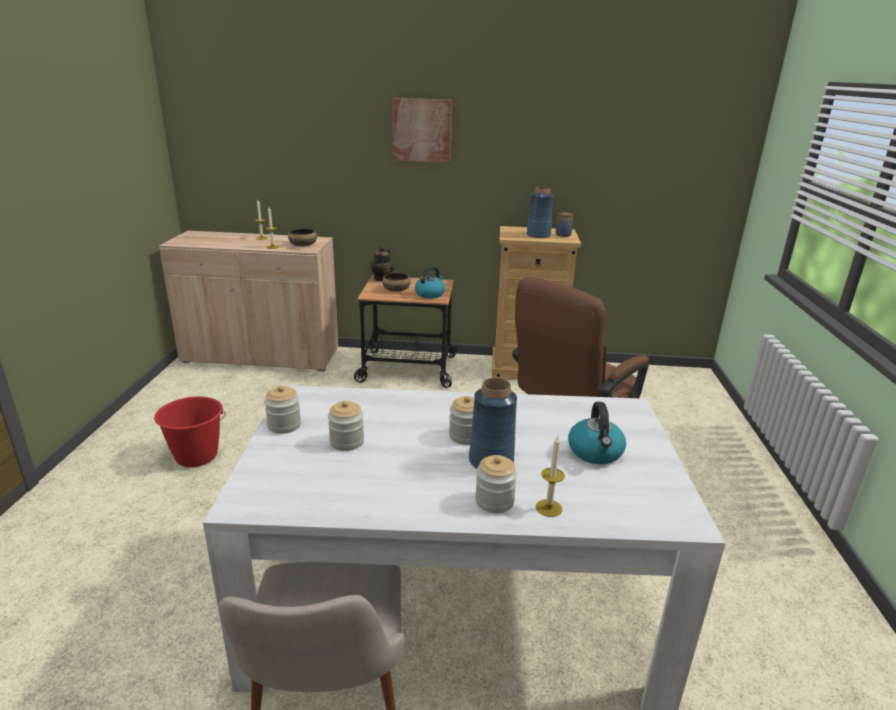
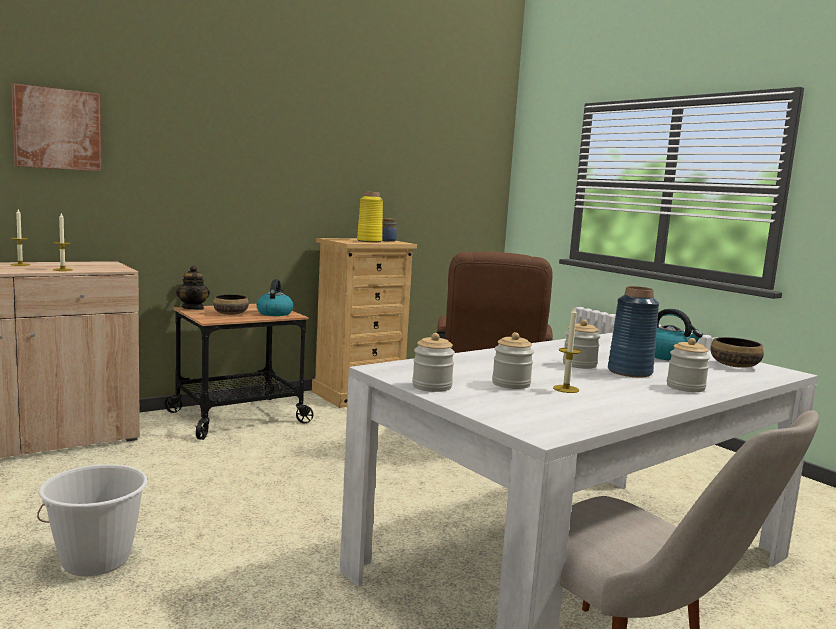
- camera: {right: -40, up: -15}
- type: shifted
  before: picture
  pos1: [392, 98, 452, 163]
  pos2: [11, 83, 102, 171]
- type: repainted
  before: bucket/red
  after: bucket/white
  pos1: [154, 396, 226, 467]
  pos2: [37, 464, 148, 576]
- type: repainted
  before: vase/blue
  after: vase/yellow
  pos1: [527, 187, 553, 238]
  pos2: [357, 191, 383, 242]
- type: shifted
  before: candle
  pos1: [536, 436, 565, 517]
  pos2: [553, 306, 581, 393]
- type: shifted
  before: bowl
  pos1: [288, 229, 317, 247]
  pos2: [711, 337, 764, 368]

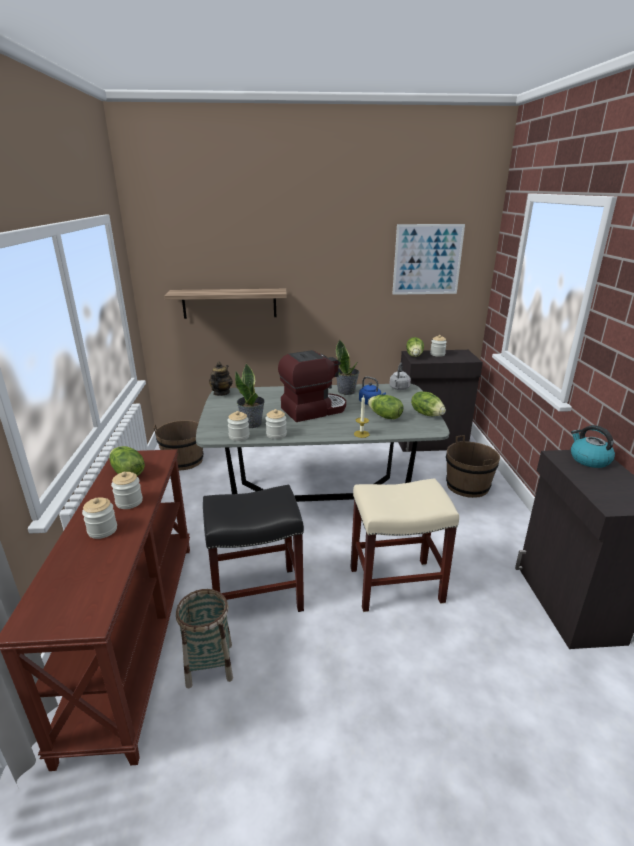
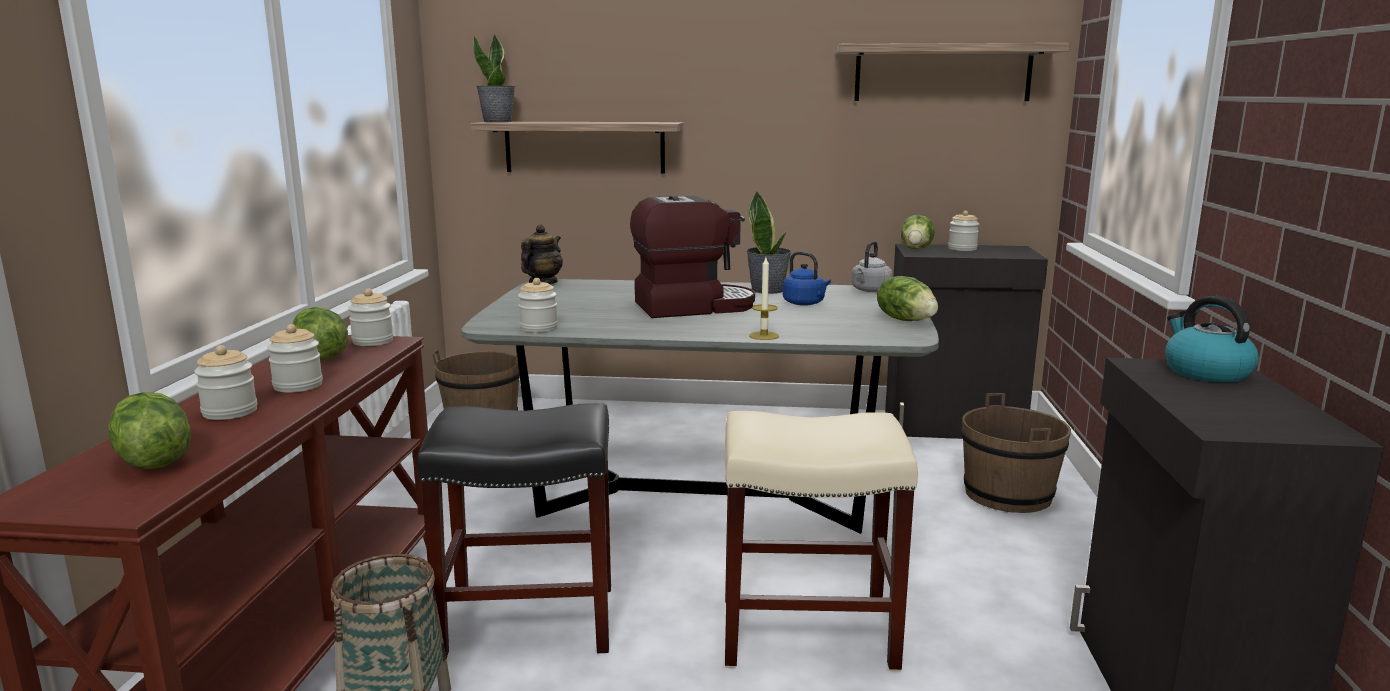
- camera: {right: 10, up: -10}
- type: shifted
  before: lettuce
  pos1: [368, 395, 404, 419]
  pos2: [109, 392, 191, 470]
- type: shifted
  before: jar
  pos1: [265, 409, 287, 439]
  pos2: [348, 289, 394, 346]
- type: shifted
  before: potted plant
  pos1: [235, 363, 265, 428]
  pos2: [473, 33, 515, 122]
- type: swapped
  before: picture
  after: shelf
  pos1: [392, 224, 465, 295]
  pos2: [837, 43, 1070, 101]

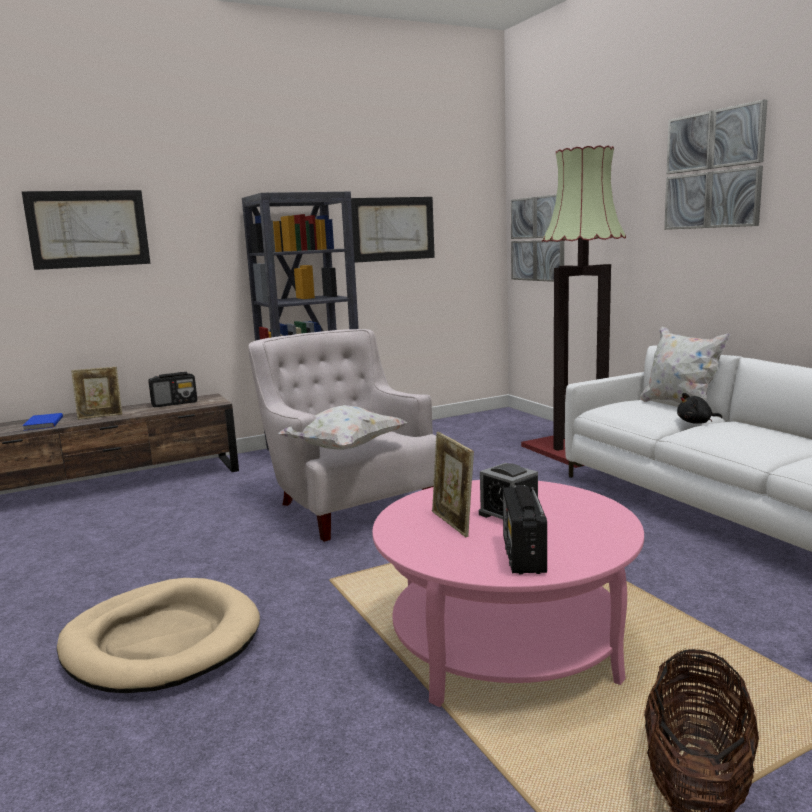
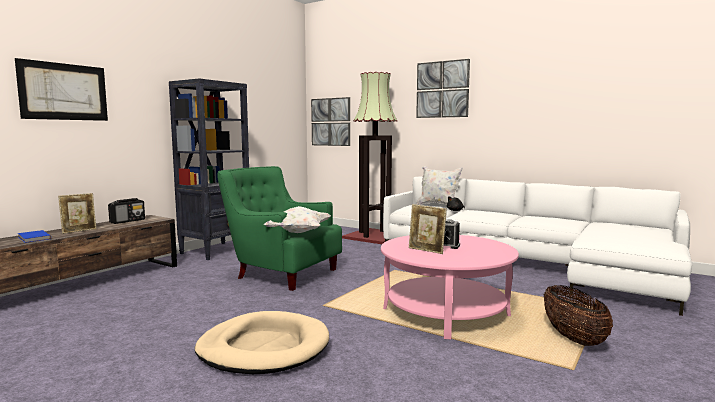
- camera: {right: -30, up: -5}
- type: repainted
  before: armchair/white
  after: armchair/green
  pos1: [249, 329, 436, 542]
  pos2: [217, 166, 342, 291]
- type: gone
  before: picture
  pos1: [351, 197, 435, 263]
- type: gone
  before: radio
  pos1: [503, 485, 547, 574]

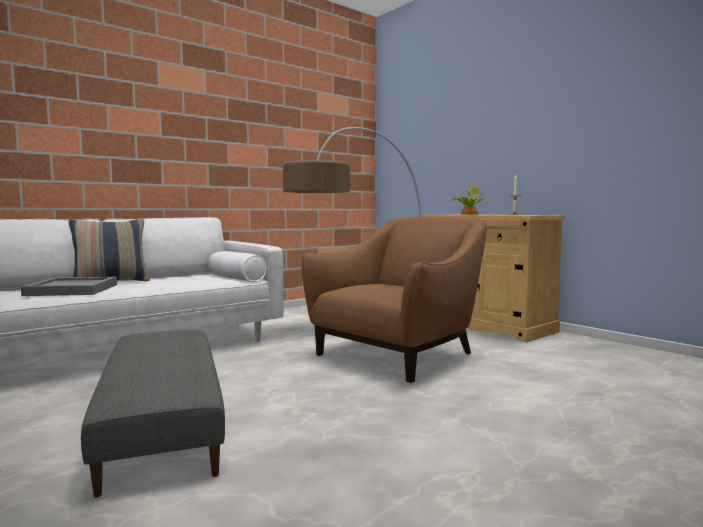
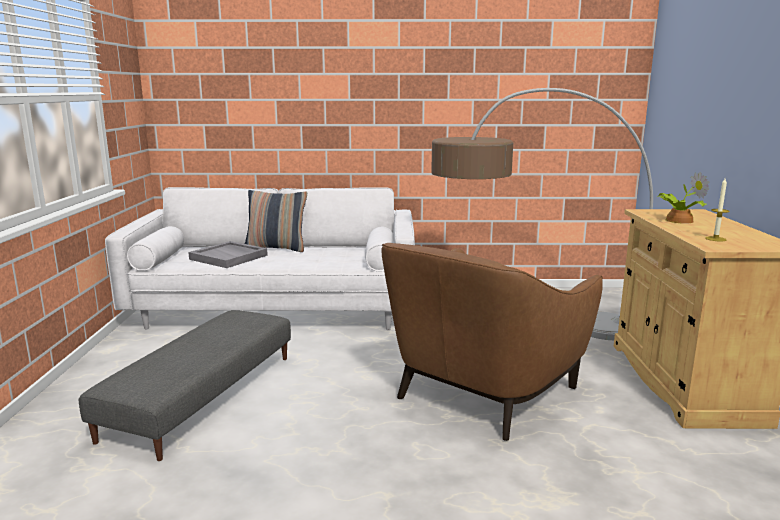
- camera: {right: 40, up: 10}
- type: rotated
  before: armchair/brown
  pos1: [302, 217, 487, 383]
  pos2: [381, 243, 603, 441]
  turn: 135

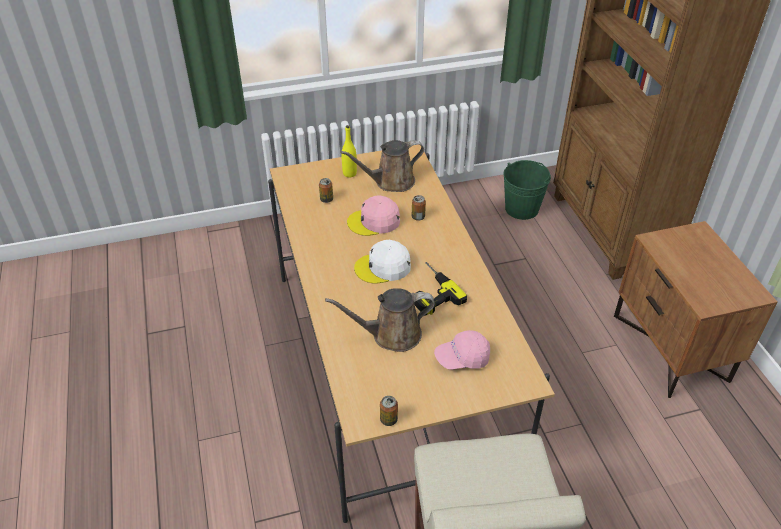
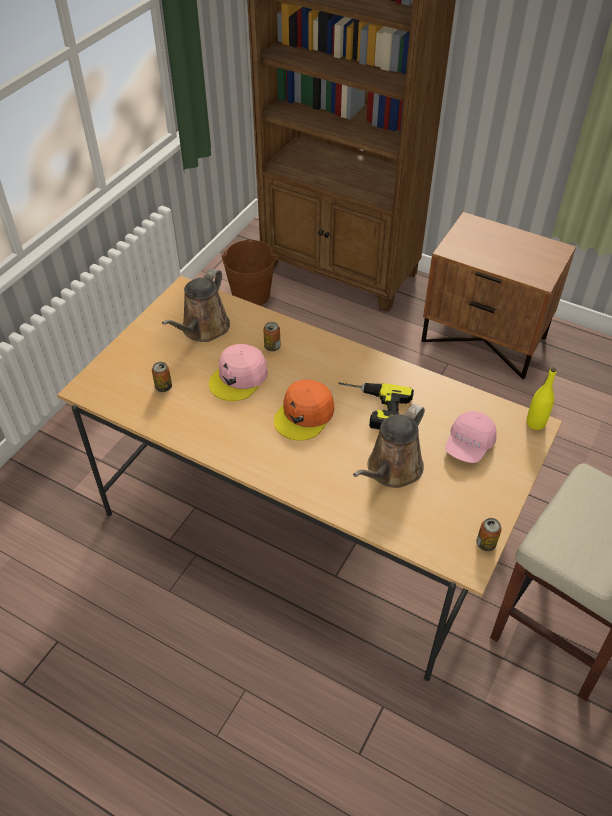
- camera: {right: -45, up: 5}
- type: repainted
  before: bucket/green
  after: bucket/brown
  pos1: [503, 160, 551, 220]
  pos2: [221, 239, 276, 306]
- type: repainted
  before: cap/white
  after: cap/orange
  pos1: [354, 240, 411, 284]
  pos2: [274, 379, 334, 441]
- type: shifted
  before: bottle/yellow
  pos1: [341, 125, 357, 178]
  pos2: [526, 367, 556, 430]

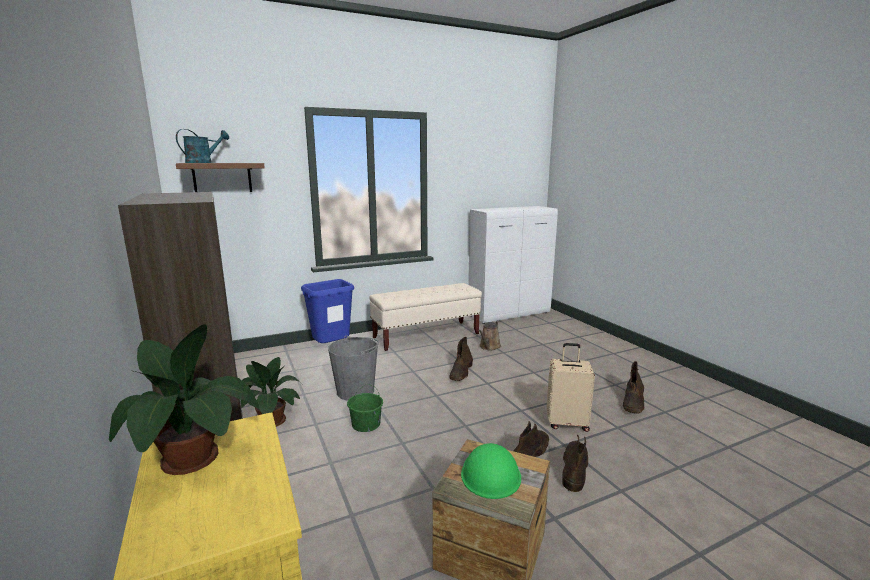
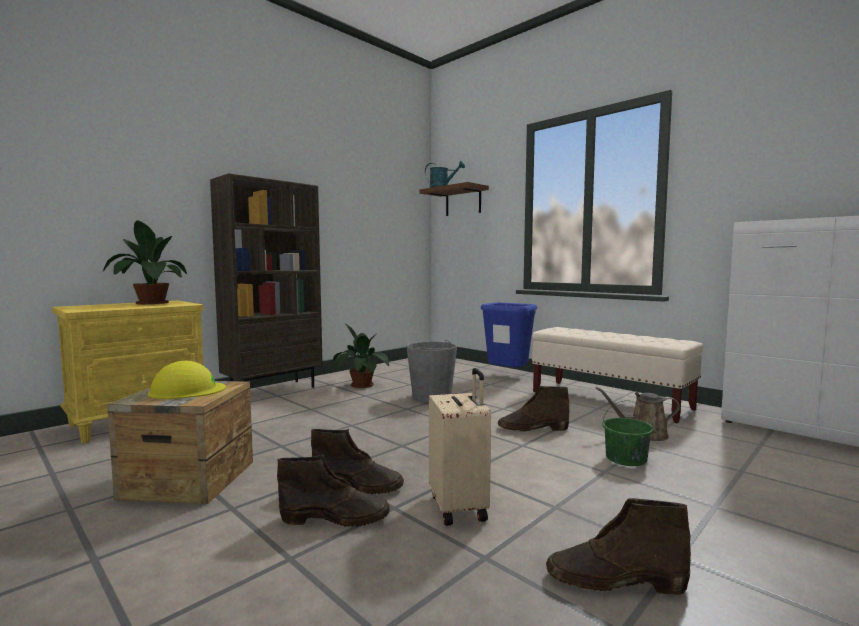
- camera: {right: 70, up: -10}
- type: repainted
  before: hard hat/green
  after: hard hat/yellow
  pos1: [461, 443, 521, 499]
  pos2: [148, 361, 226, 399]
- type: shifted
  before: bucket/green
  pos1: [347, 385, 383, 432]
  pos2: [602, 400, 654, 466]

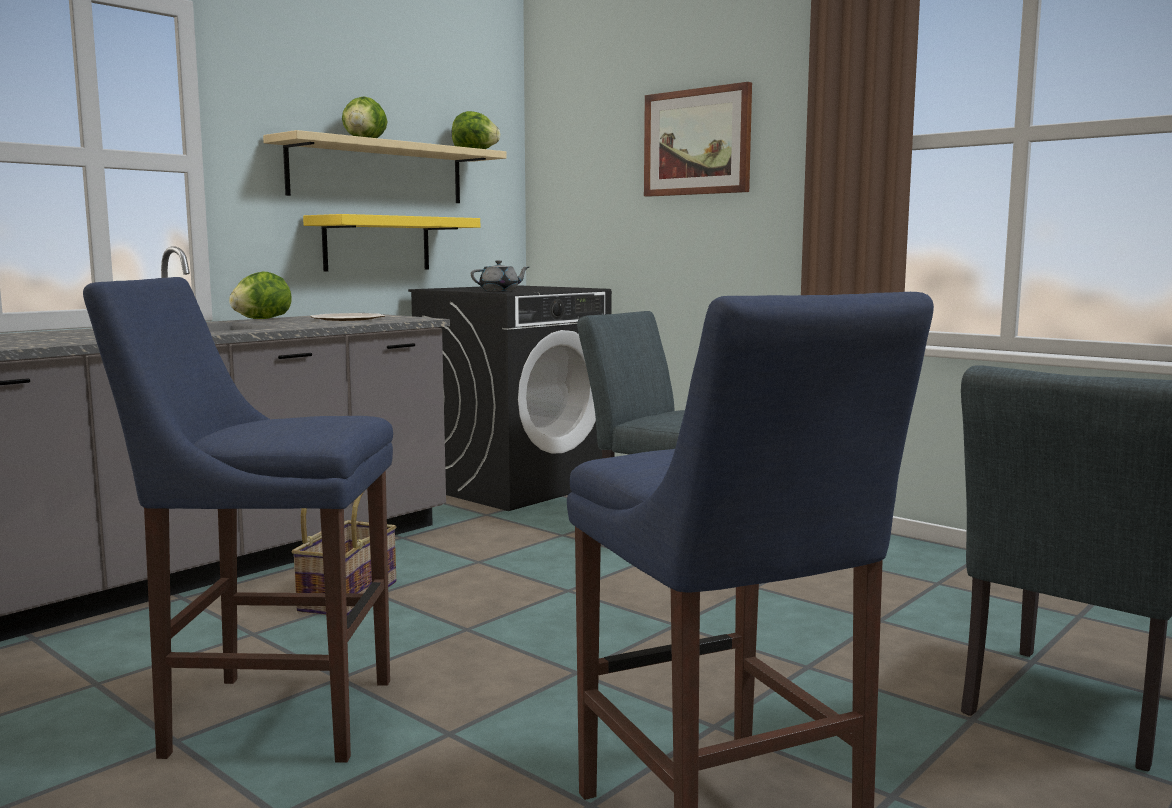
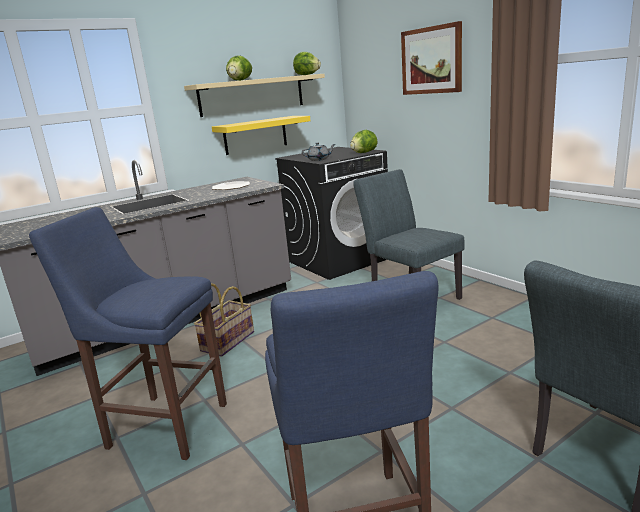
- camera: {right: 15, up: 10}
- type: shifted
  before: lettuce
  pos1: [229, 272, 292, 319]
  pos2: [350, 130, 378, 153]

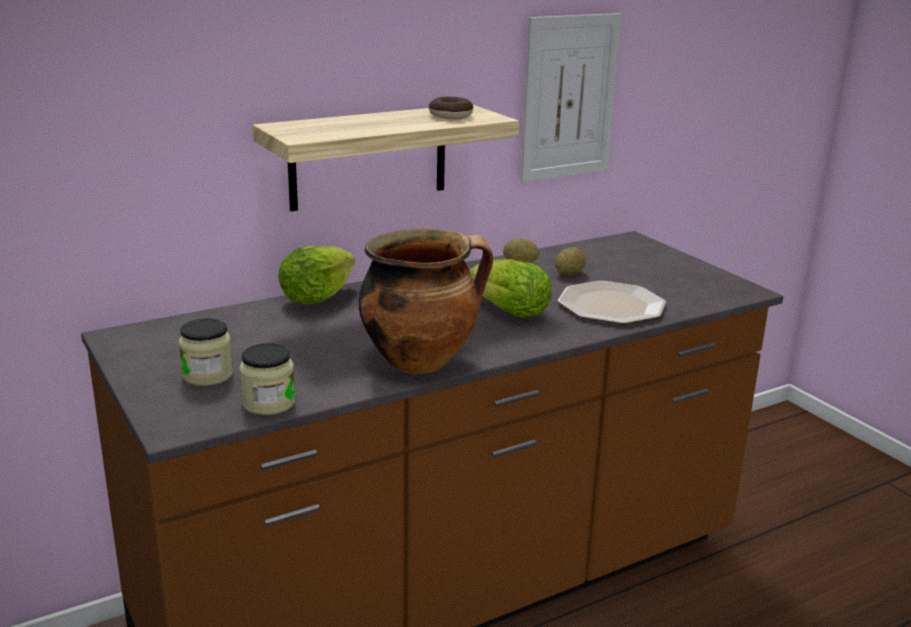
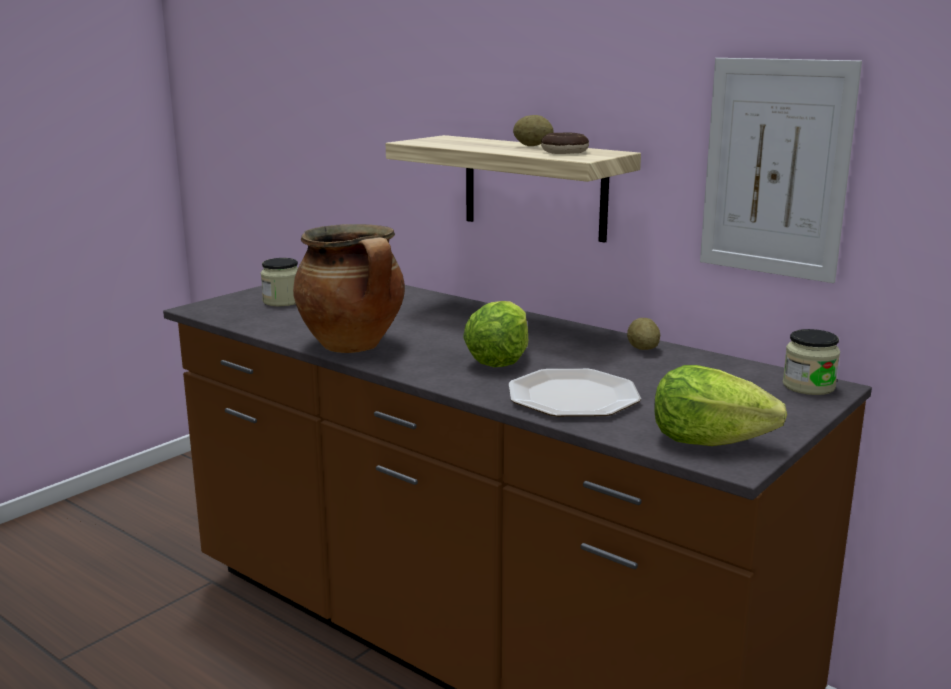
- camera: {right: 70, up: -5}
- type: shifted
  before: potato
  pos1: [555, 247, 586, 276]
  pos2: [513, 115, 554, 146]
- type: shifted
  before: lettuce
  pos1: [278, 246, 355, 305]
  pos2: [654, 365, 787, 446]
- type: shifted
  before: jar
  pos1: [239, 343, 295, 415]
  pos2: [783, 329, 840, 395]

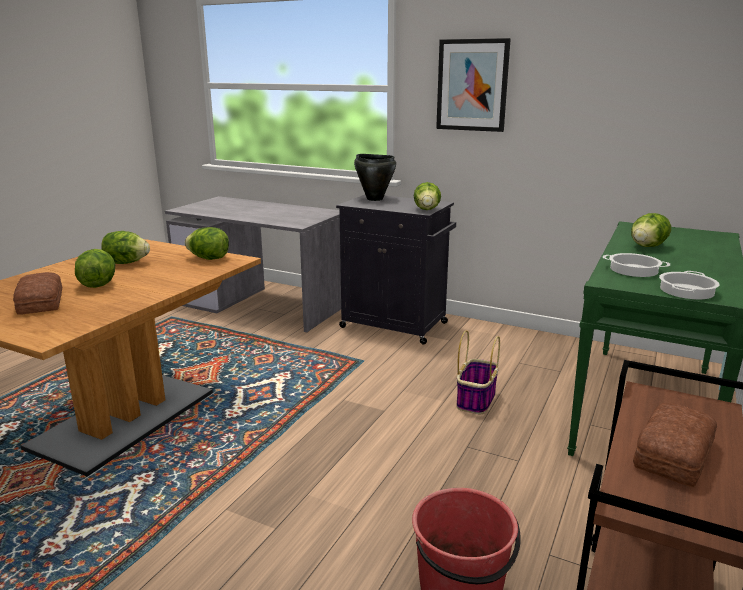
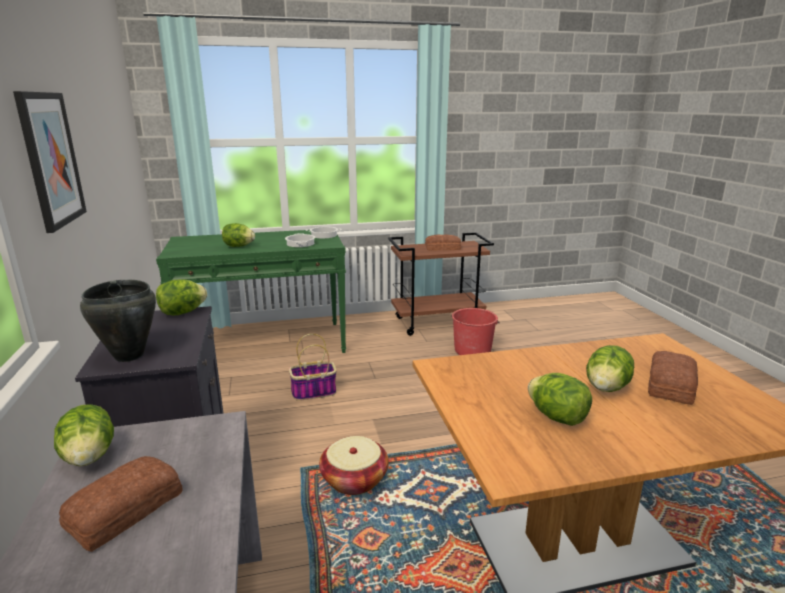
- camera: {right: -130, up: 0}
- type: shifted
  before: lettuce
  pos1: [185, 227, 229, 260]
  pos2: [54, 404, 114, 467]
- type: new
  after: bread
  pos2: [59, 456, 183, 552]
- type: new
  after: basket
  pos2: [319, 436, 389, 495]

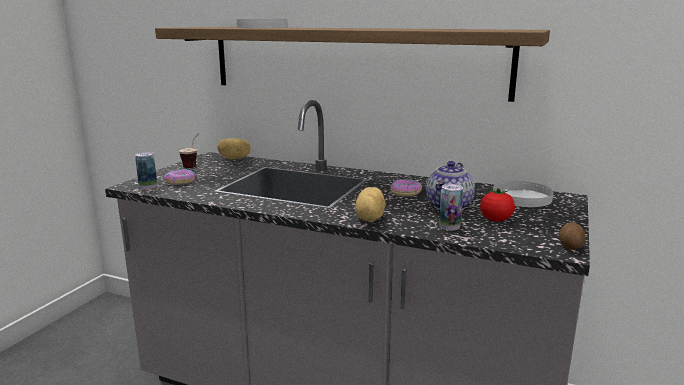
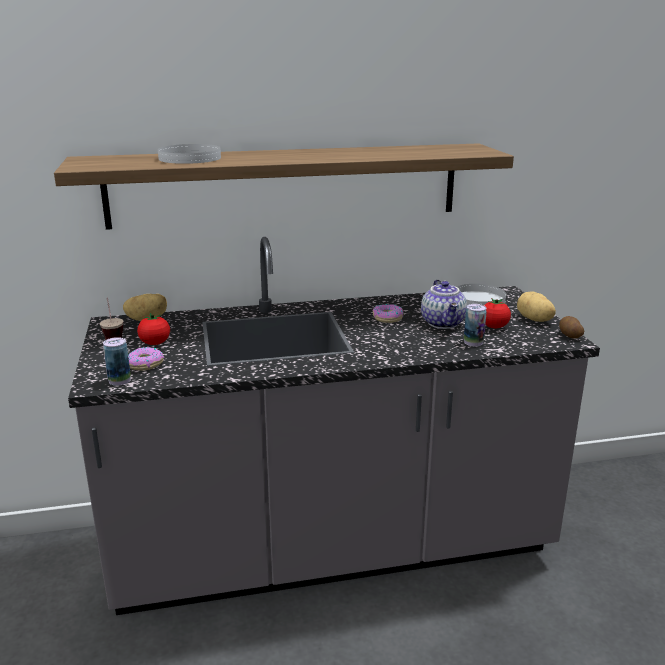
- camera: {right: -35, up: 5}
- type: new
  after: tomato
  pos2: [137, 313, 170, 345]
- type: shifted
  before: potato
  pos1: [355, 187, 386, 222]
  pos2: [517, 291, 556, 322]

